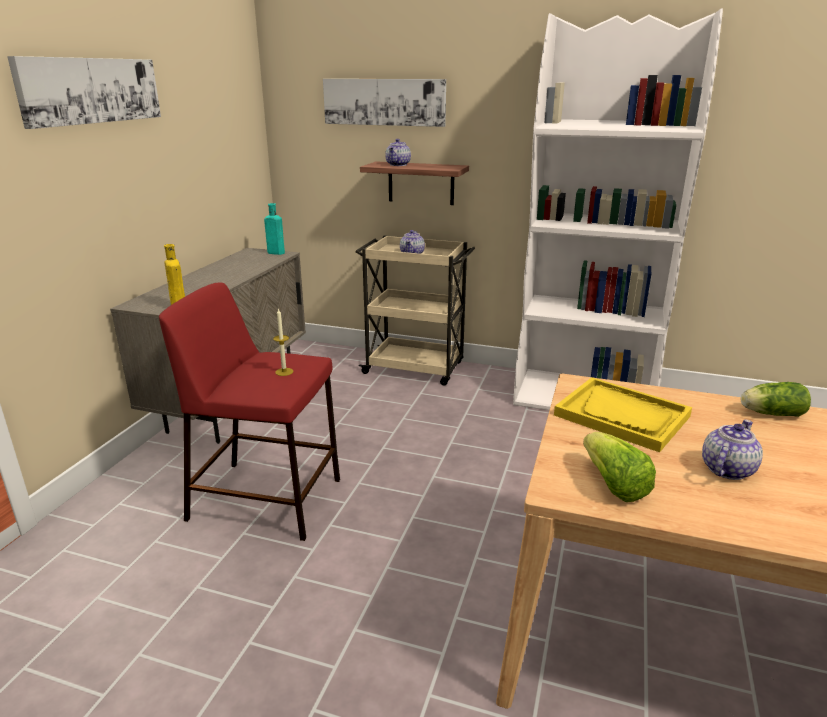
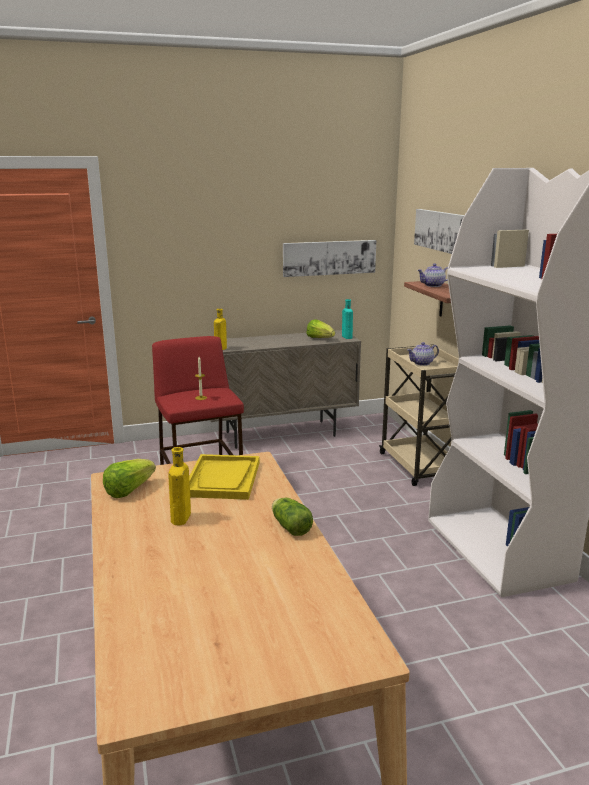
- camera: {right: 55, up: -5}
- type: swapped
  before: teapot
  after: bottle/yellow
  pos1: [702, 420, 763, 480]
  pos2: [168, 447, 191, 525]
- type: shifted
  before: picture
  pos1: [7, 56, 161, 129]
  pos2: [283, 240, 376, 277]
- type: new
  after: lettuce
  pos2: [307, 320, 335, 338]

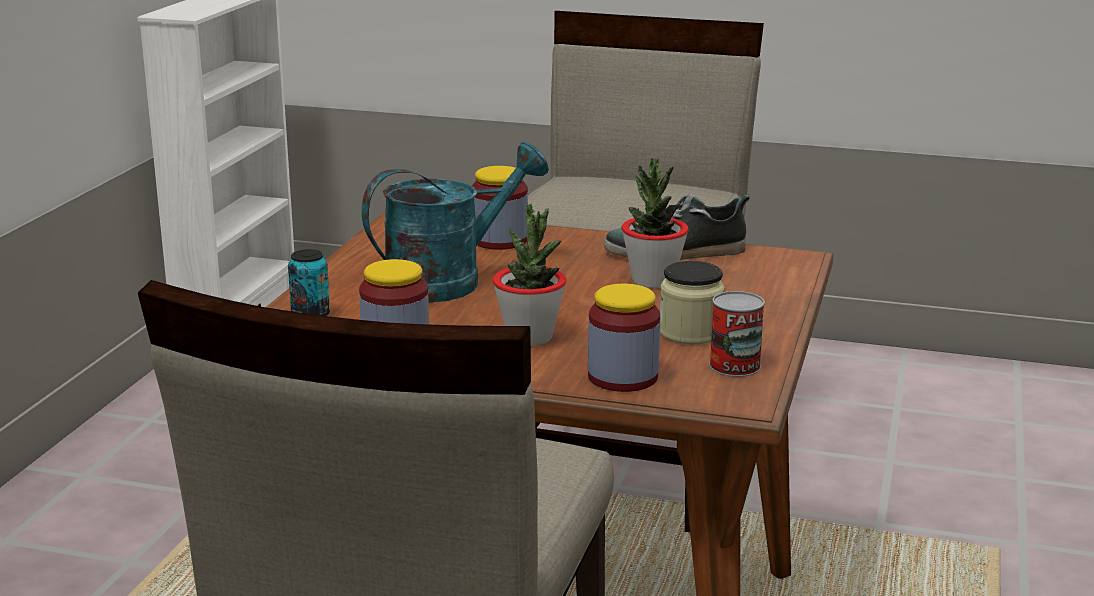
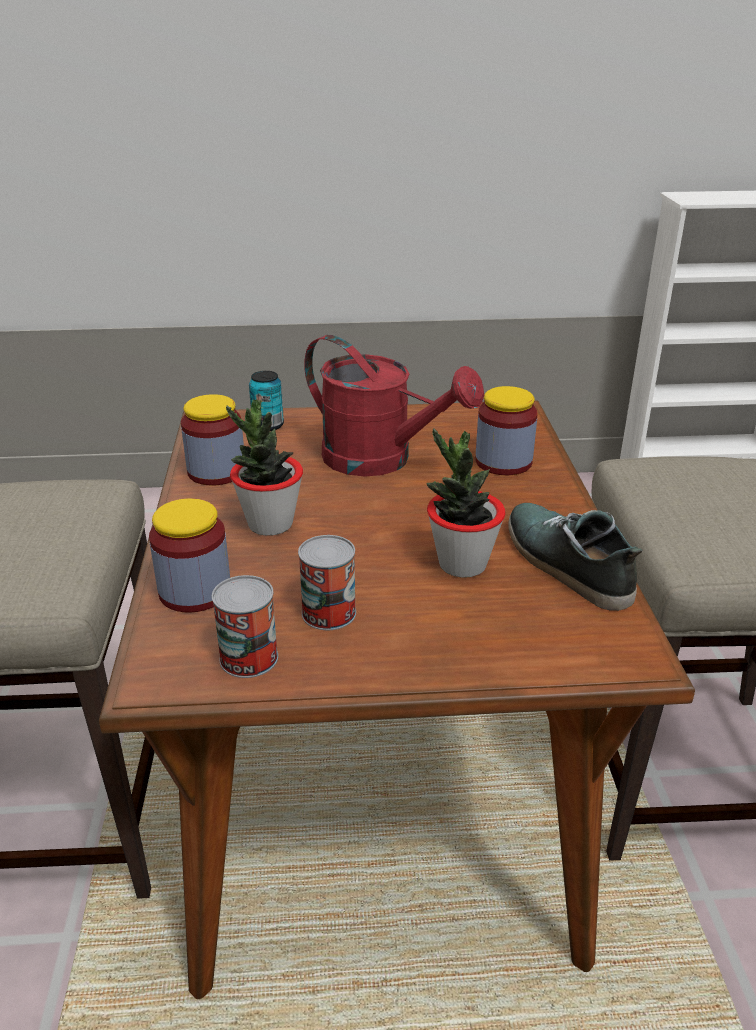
- camera: {right: 70, up: 10}
- type: swapped
  before: jar
  after: can
  pos1: [660, 261, 725, 344]
  pos2: [298, 535, 356, 630]
- type: repainted
  before: watering can/turquoise
  after: watering can/red
  pos1: [362, 142, 549, 303]
  pos2: [304, 335, 484, 477]

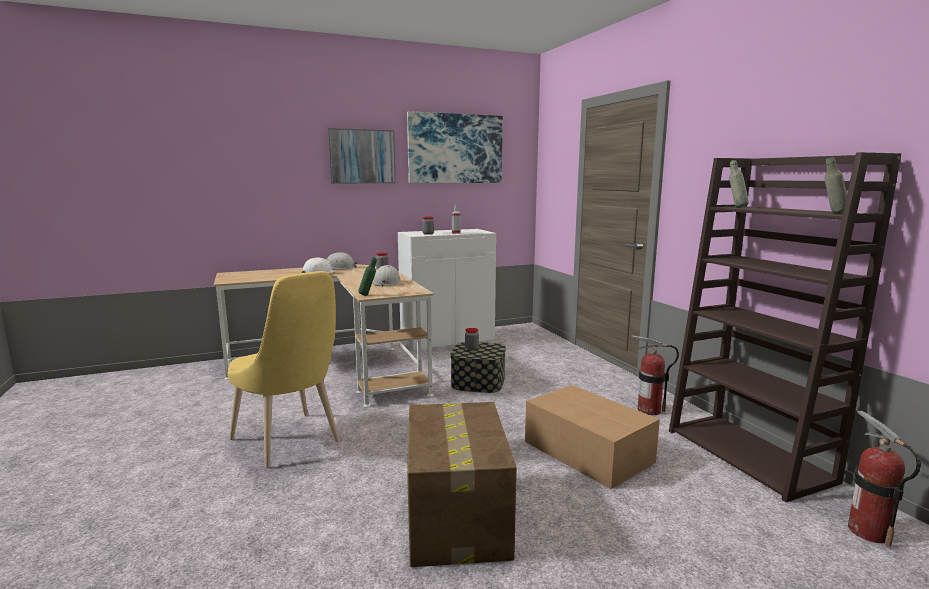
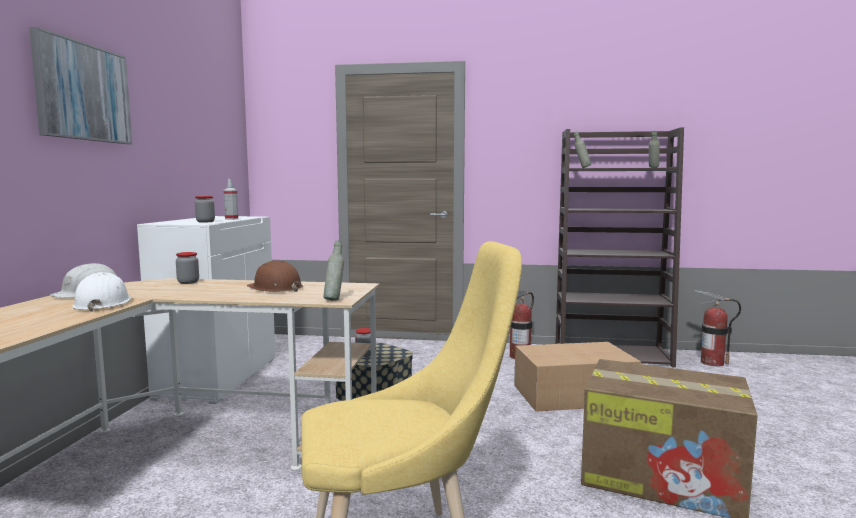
- camera: {right: -60, up: -5}
- type: repainted
  before: hard hat/white
  after: hard hat/brown
  pos1: [373, 265, 401, 287]
  pos2: [247, 261, 303, 292]
- type: repainted
  before: bottle/green
  after: bottle/grey
  pos1: [358, 257, 377, 296]
  pos2: [324, 240, 344, 301]
- type: gone
  before: picture
  pos1: [407, 111, 503, 183]

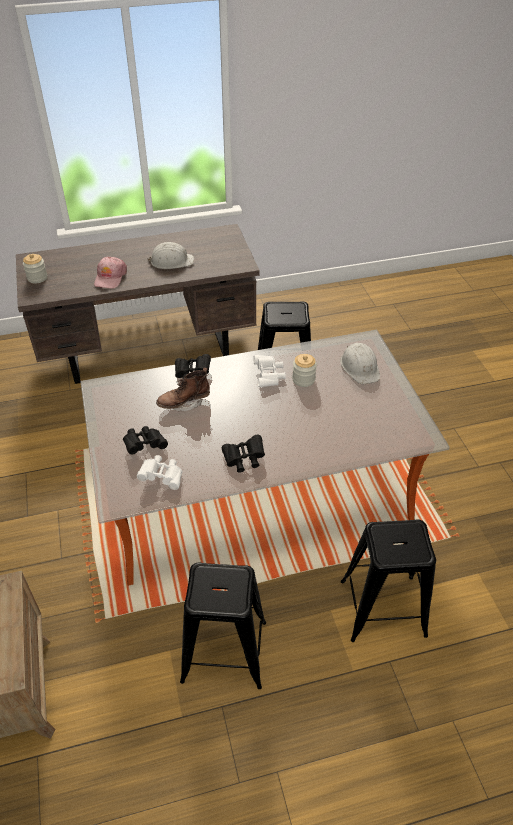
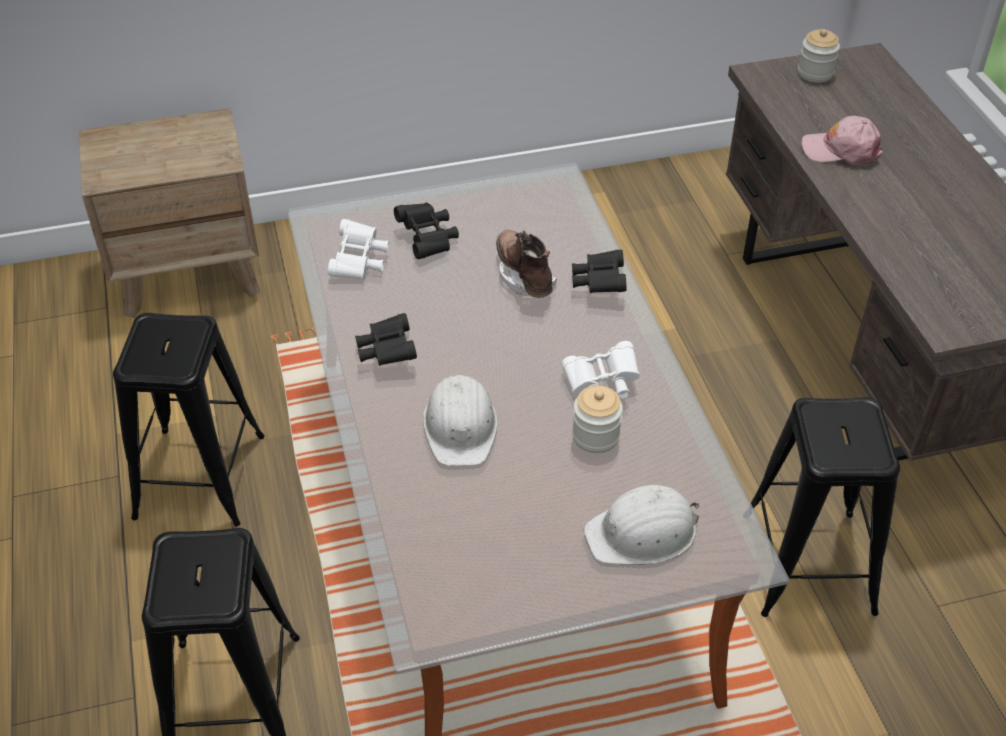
- camera: {right: 90, up: 0}
- type: shifted
  before: hard hat/white
  pos1: [148, 242, 194, 269]
  pos2: [423, 375, 498, 466]

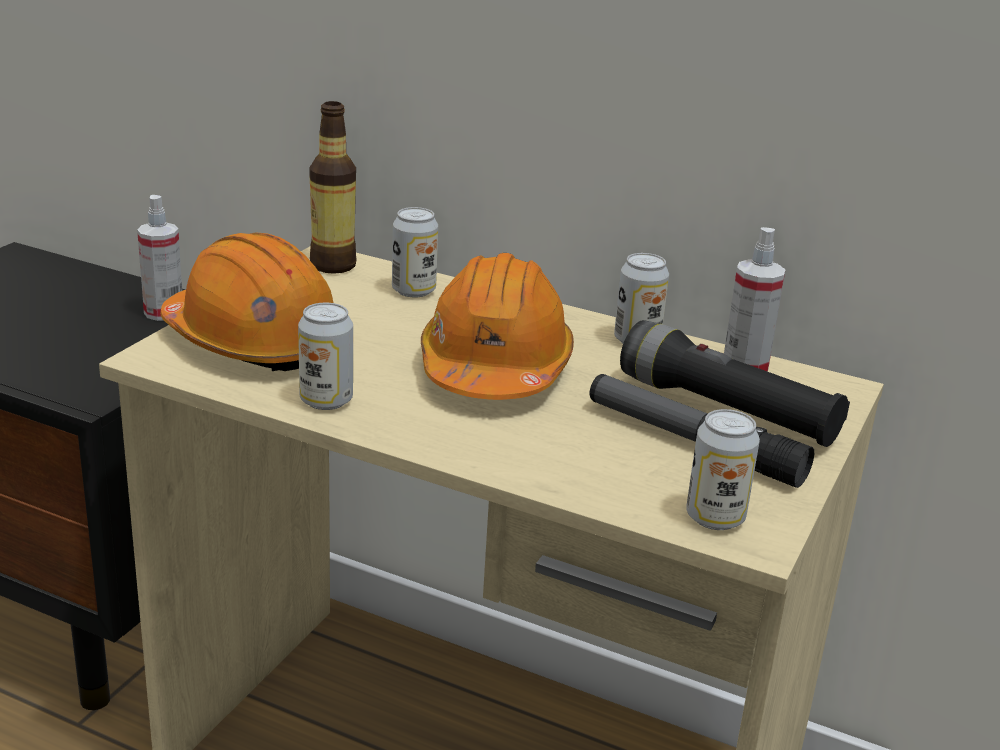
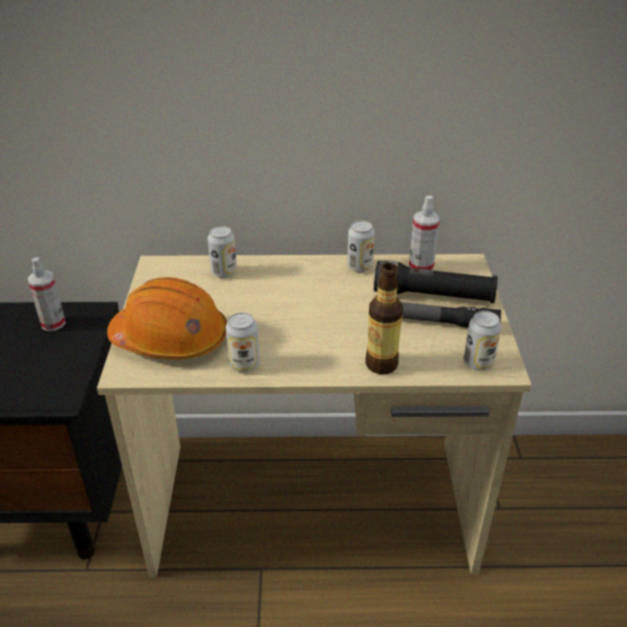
- camera: {right: -25, up: 10}
- type: shifted
  before: bottle
  pos1: [309, 101, 357, 274]
  pos2: [365, 263, 403, 374]
- type: gone
  before: hard hat/orange
  pos1: [421, 253, 574, 400]

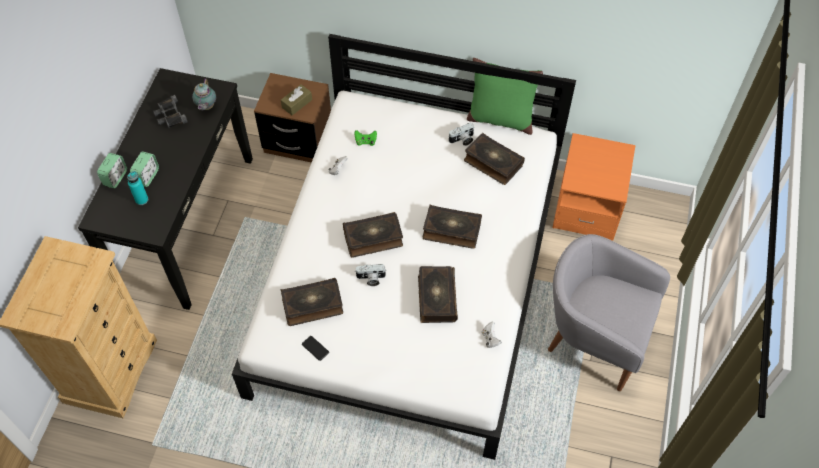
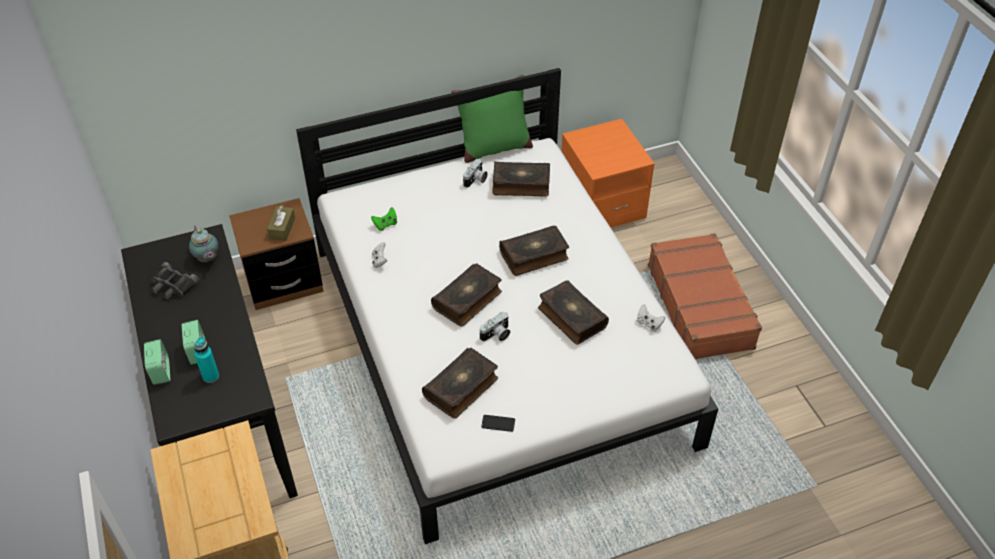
- camera: {right: -35, up: -10}
- type: swapped
  before: armchair/grey
  after: suitcase/brown
  pos1: [548, 234, 670, 391]
  pos2: [648, 233, 762, 359]

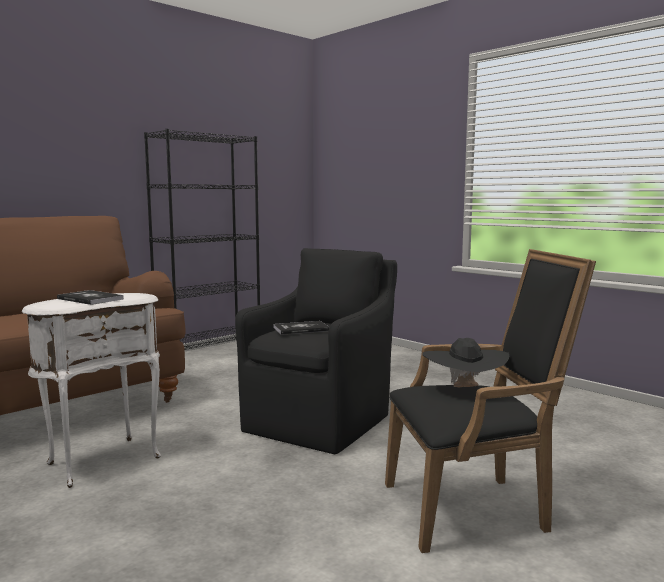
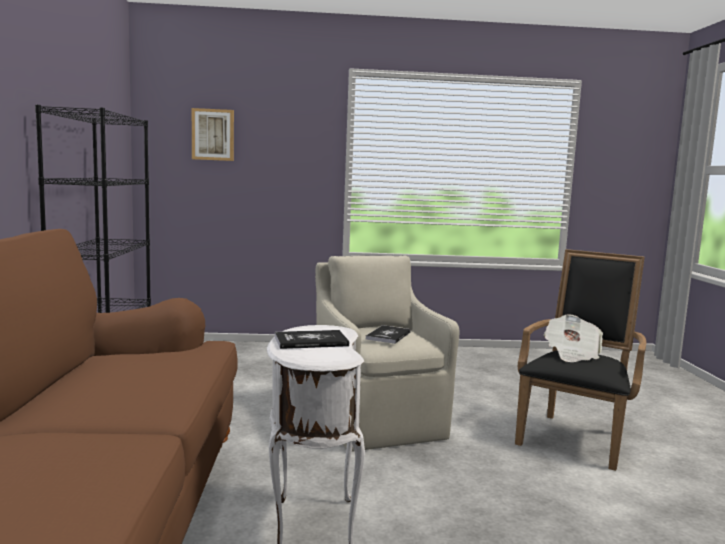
- camera: {right: -50, up: 0}
- type: new
  after: picture
  pos2: [192, 108, 234, 161]
- type: repainted
  before: armchair/black
  after: armchair/beige
  pos1: [235, 248, 397, 454]
  pos2: [315, 256, 459, 452]
- type: swapped
  before: hat/black
  after: newspaper
  pos1: [422, 338, 509, 387]
  pos2: [544, 314, 603, 362]

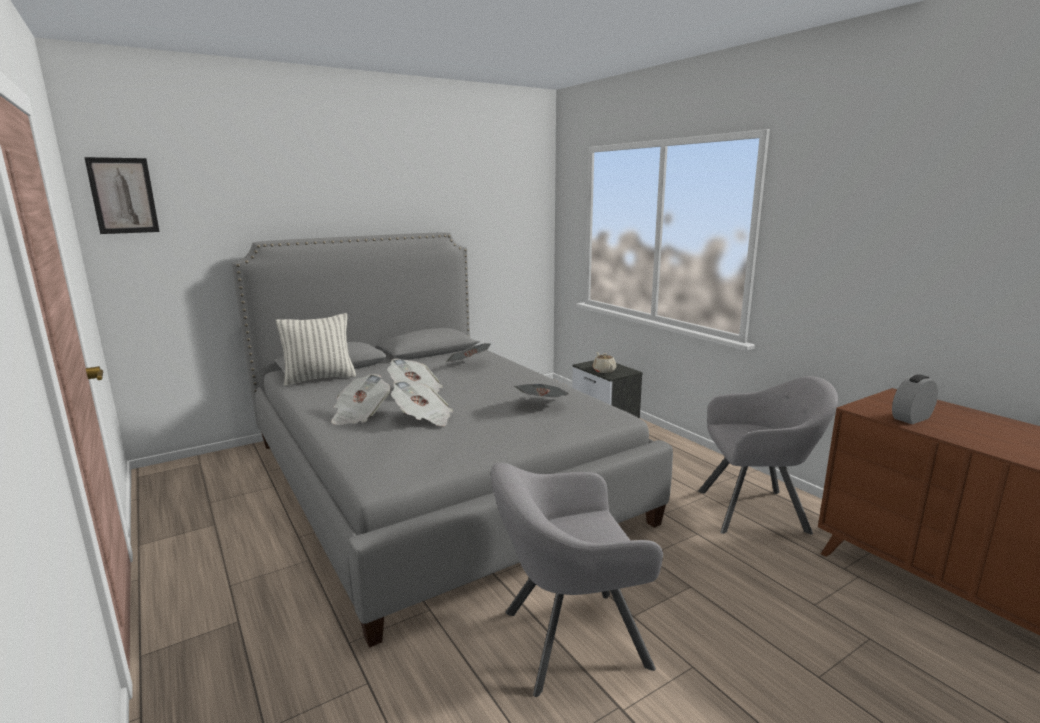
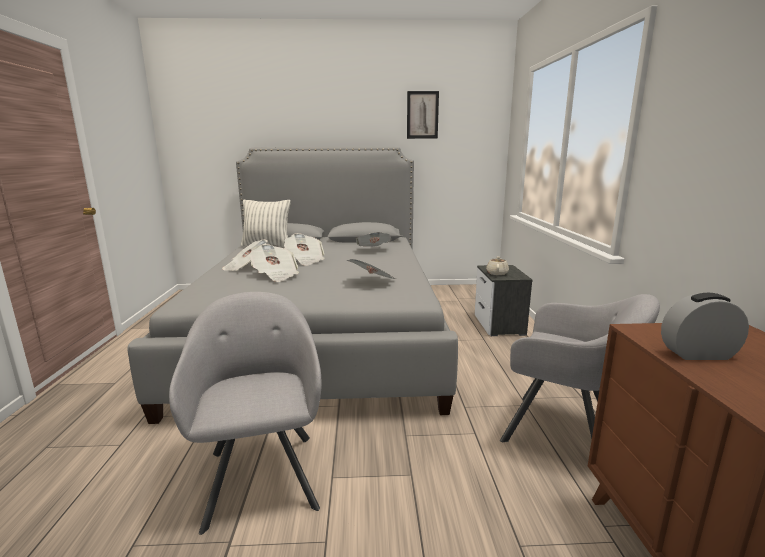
- camera: {right: 30, up: 0}
- type: rotated
  before: armchair/grey
  pos1: [491, 463, 663, 697]
  pos2: [169, 292, 321, 535]
  turn: 60
- type: shifted
  before: picture
  pos1: [84, 157, 160, 234]
  pos2: [407, 91, 439, 139]

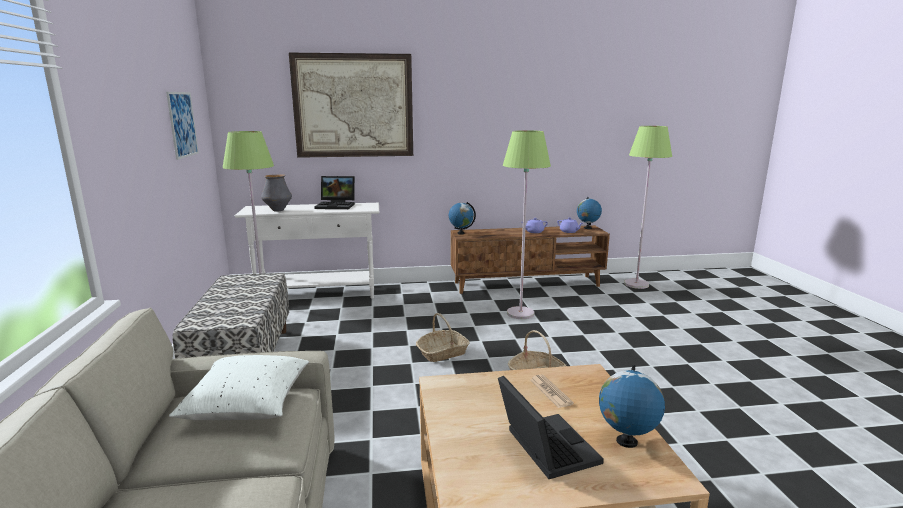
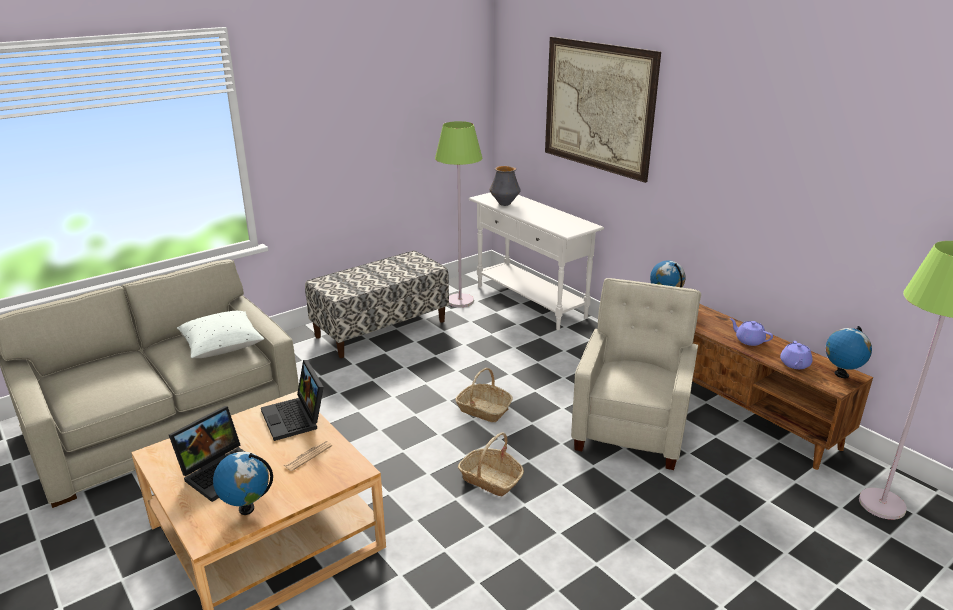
- camera: {right: 60, up: 10}
- type: shifted
  before: laptop
  pos1: [315, 176, 355, 209]
  pos2: [261, 360, 324, 441]
- type: swapped
  before: floor lamp/green
  after: armchair/beige
  pos1: [503, 130, 551, 319]
  pos2: [571, 278, 701, 470]
- type: gone
  before: picture
  pos1: [166, 92, 199, 160]

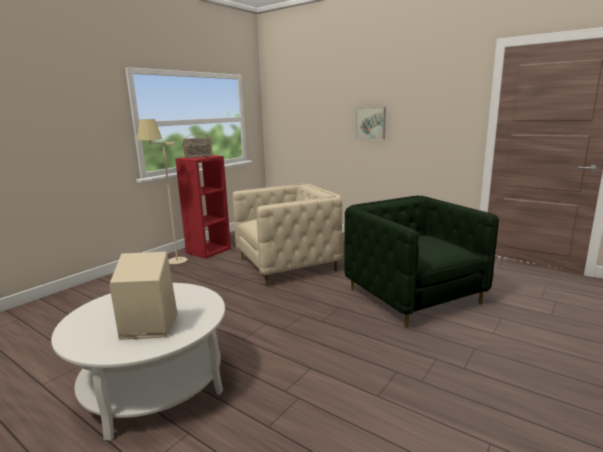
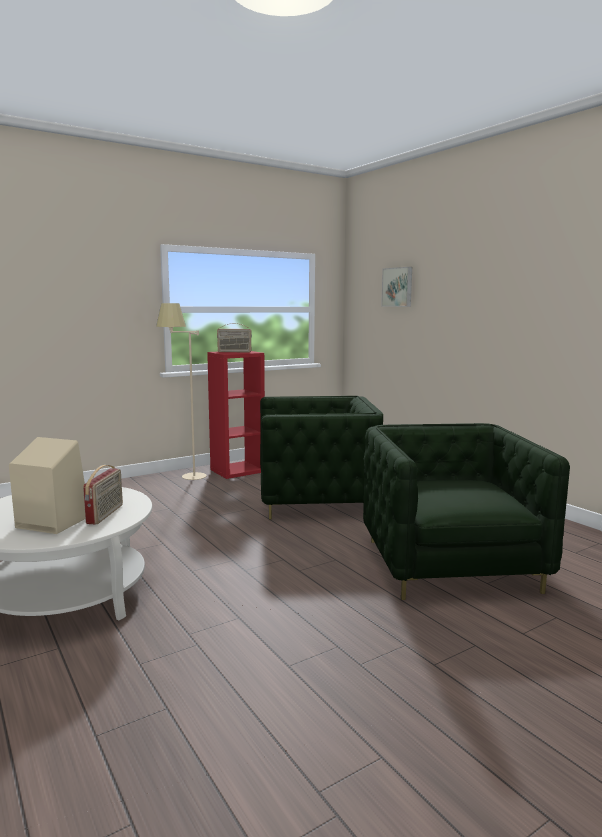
- camera: {right: 20, up: -5}
- type: new
  after: radio
  pos2: [83, 465, 123, 525]
- type: repainted
  before: armchair/beige
  after: armchair/green
  pos1: [232, 183, 343, 286]
  pos2: [260, 396, 383, 520]
- type: shifted
  before: picture
  pos1: [356, 107, 386, 139]
  pos2: [381, 267, 412, 307]

